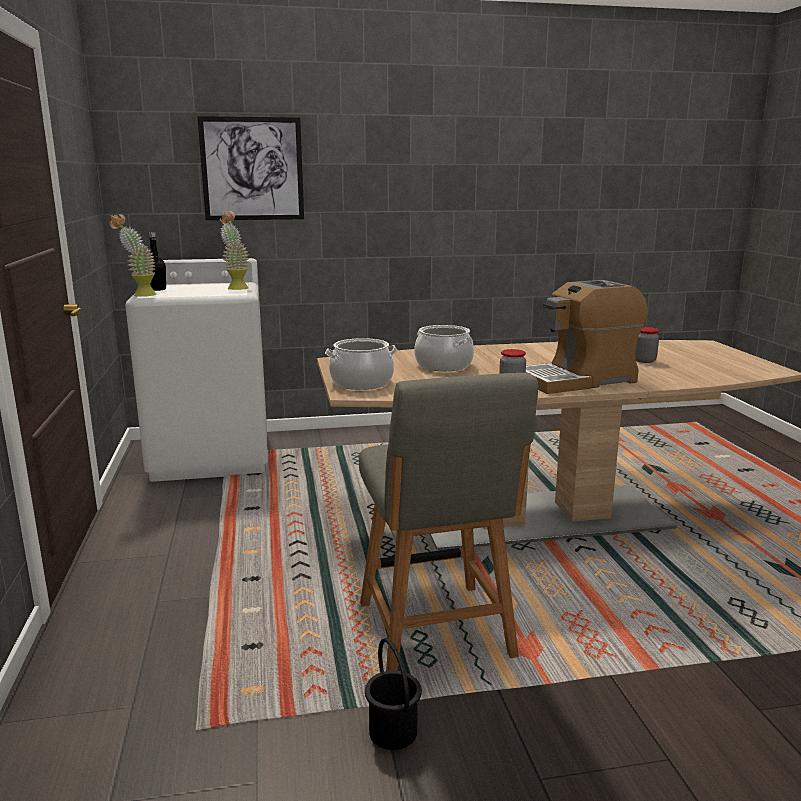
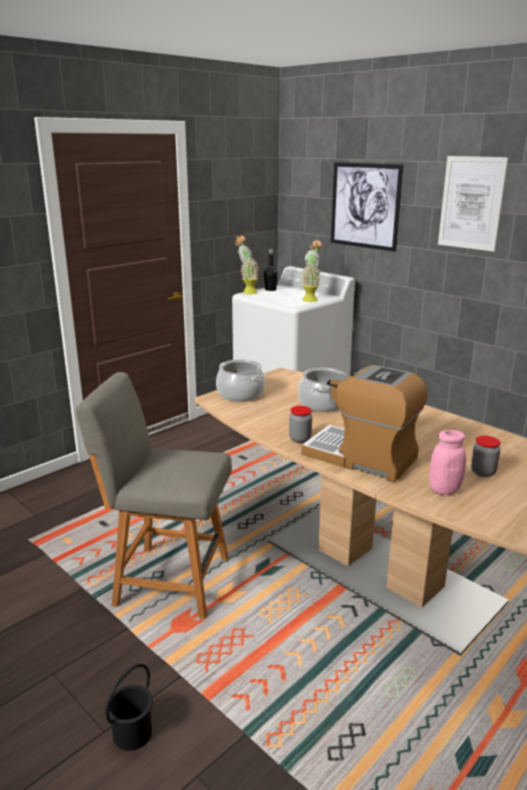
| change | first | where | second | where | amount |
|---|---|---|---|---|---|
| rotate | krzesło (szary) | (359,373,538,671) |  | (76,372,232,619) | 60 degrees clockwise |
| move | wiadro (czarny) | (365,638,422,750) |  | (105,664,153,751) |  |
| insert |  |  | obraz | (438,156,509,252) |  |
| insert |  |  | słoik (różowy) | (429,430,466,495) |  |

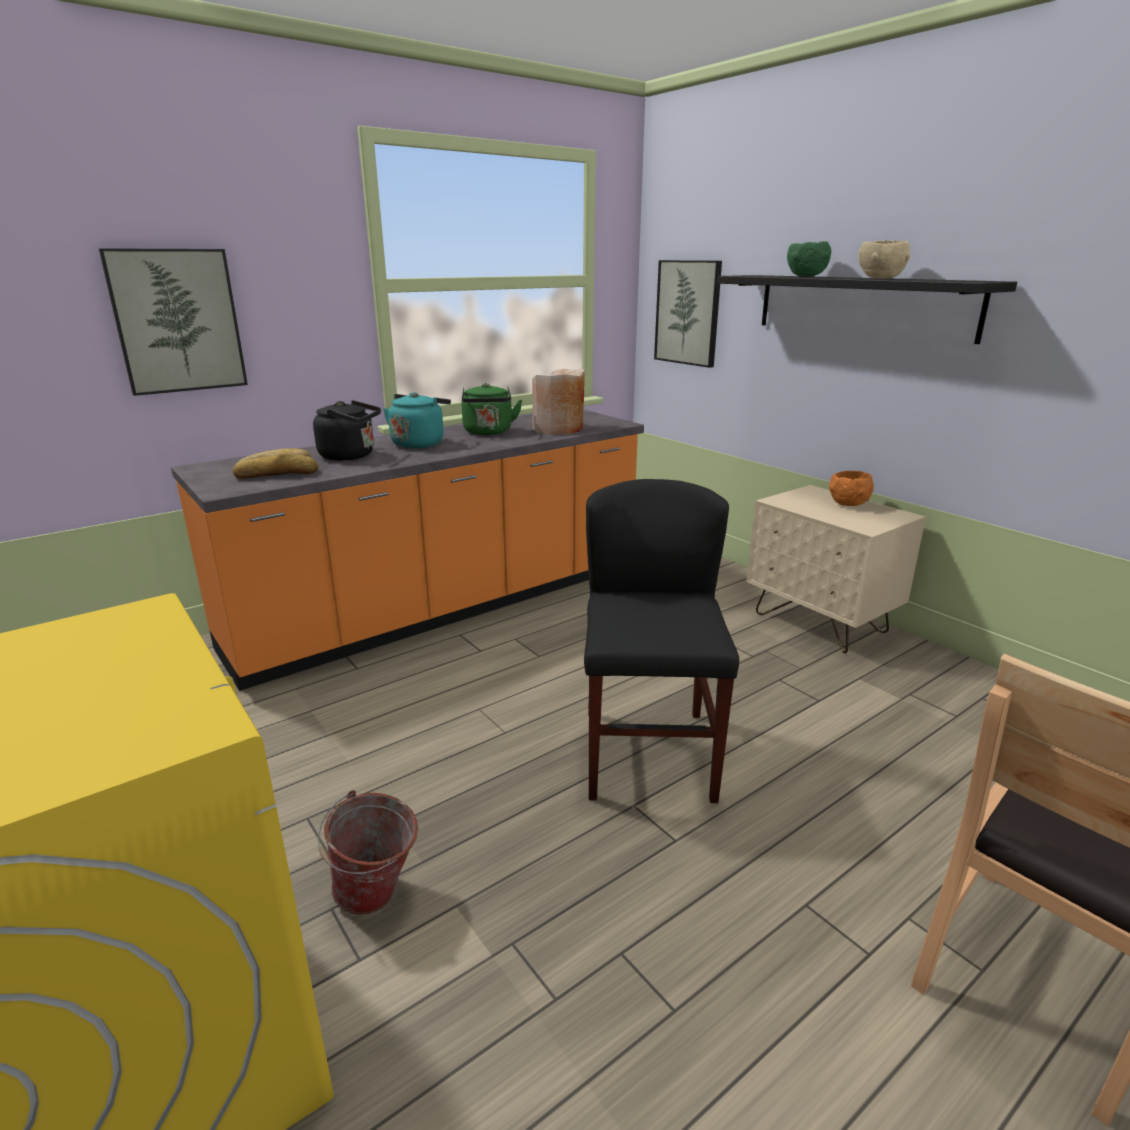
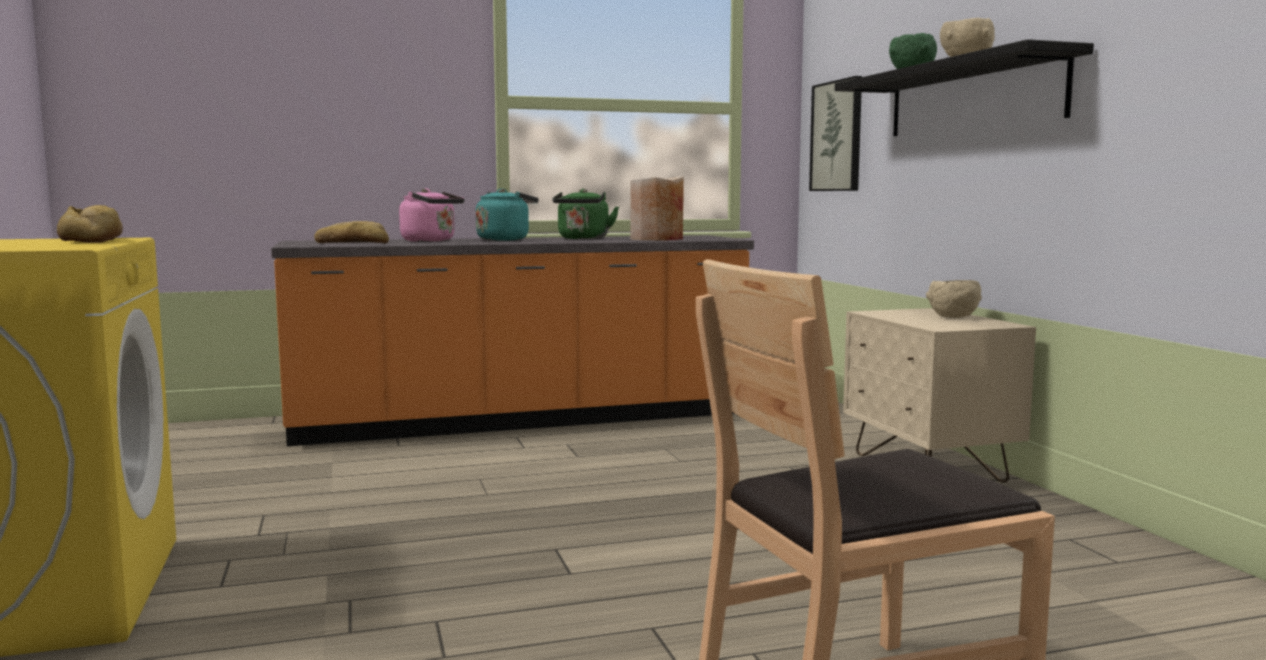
| change | first | where | second | where | amount |
|---|---|---|---|---|---|
| delete | obraz | (99,248,248,396) |  |  |  |
| recolor | czajnik (czarny) | (313,400,381,461) | czajnik (różowy) | (399,188,464,242) |  |
| recolor | miska (pomarańczowy) | (829,471,874,506) | miska (beżowy) | (926,280,982,318) |  |
| delete | krzesło (czarny) | (584,479,739,803) |  |  |  |
| delete | wiadro | (318,790,418,915) |  |  |  |
| insert |  |  | chleb | (57,205,123,243) |  |

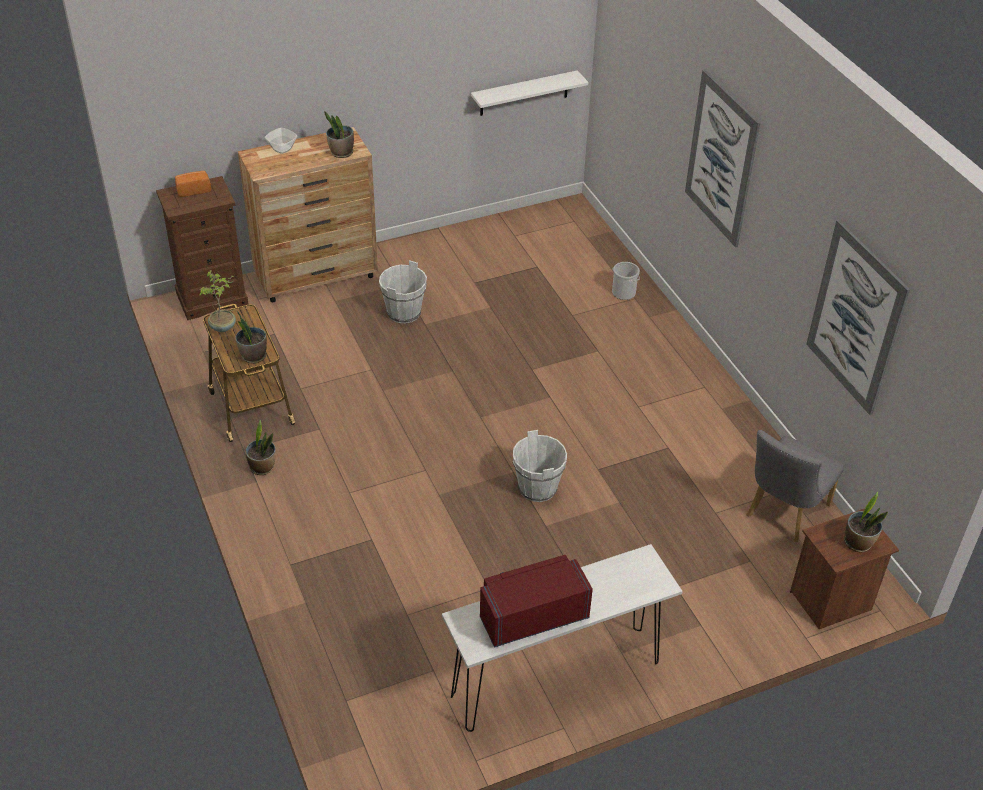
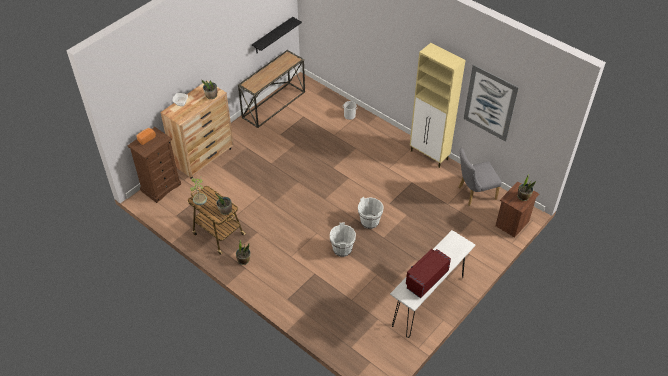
| change | first | where | second | where | amount |
|---|---|---|---|---|---|
| delete | obraz | (685,69,760,248) |  |  |  |
| recolor | półka (biały) | (471,70,588,116) | półka (czarny) | (252,17,302,53) |  |
| move | wiadro (biały) | (379,260,427,323) |  | (330,223,356,257) |  |
| rotate | krzesło (szary) | (746,430,844,542) |  | (458,148,502,206) | 60 degrees clockwise |
| insert |  |  | szafka (beżowy) | (410,43,466,168) |  |
| insert |  |  | stolik konsolowy | (238,50,305,128) |  |

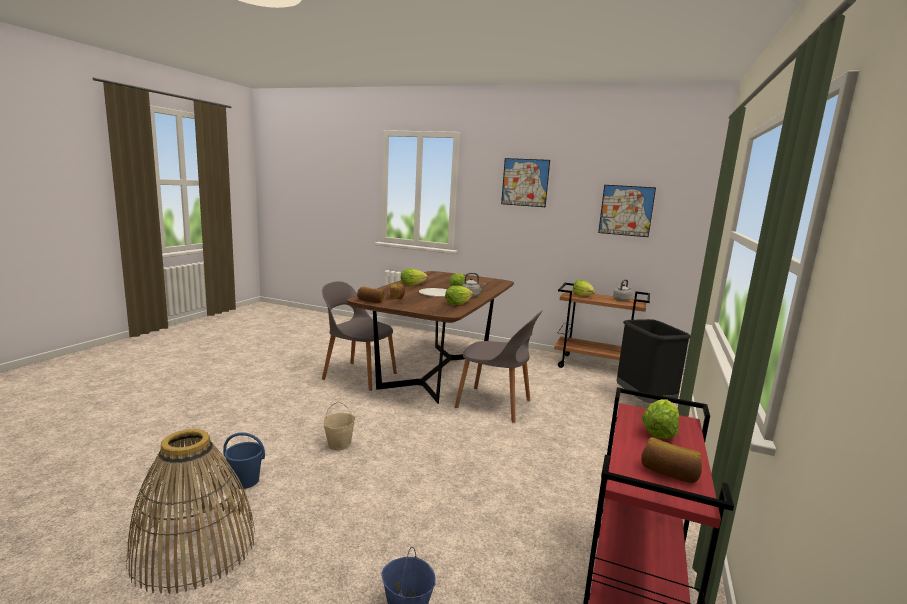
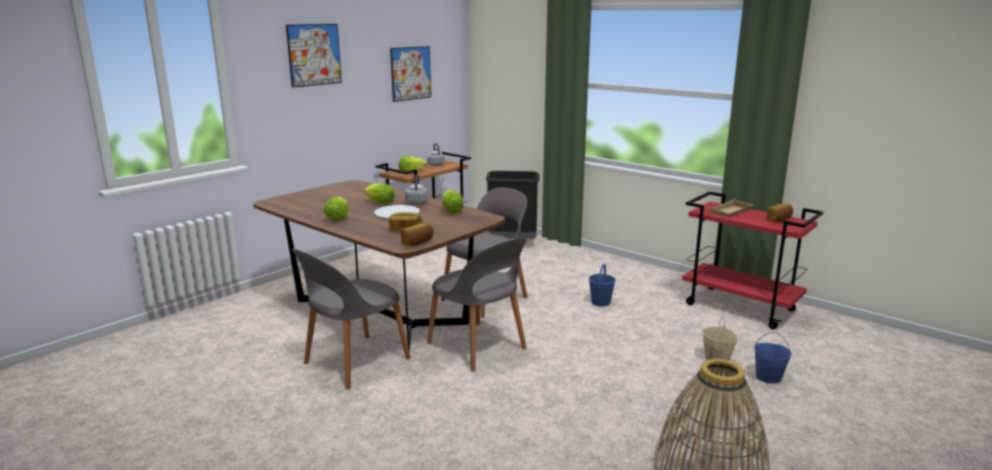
| change | first | where | second | where | amount |
|---|---|---|---|---|---|
| replace | sałata | (642,399,679,439) | taca (beżowy) | (711,199,753,217) |  |
| move | wiadro (beżowy) | (323,402,356,451) |  | (702,317,738,361) |  |
| move | wiadro (niebieski) | (223,432,265,489) |  | (589,264,616,307) |  |
| insert |  |  | krzesło (szary) | (427,238,527,372) |  |

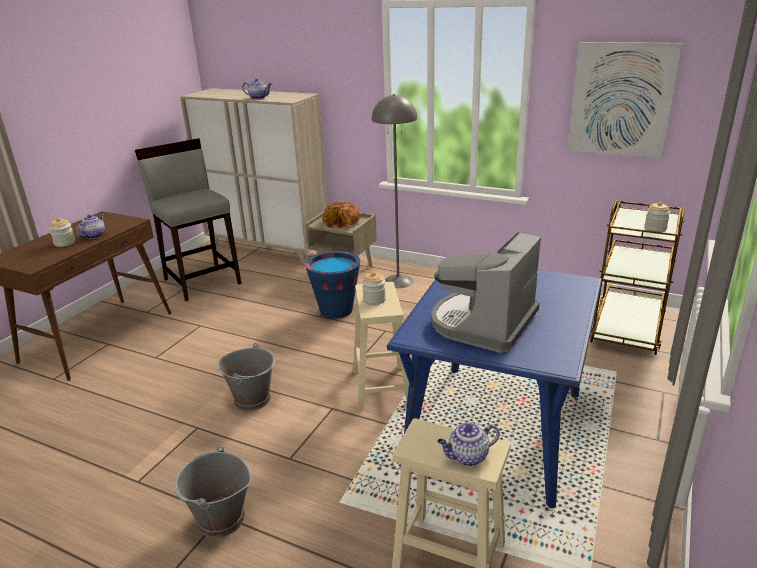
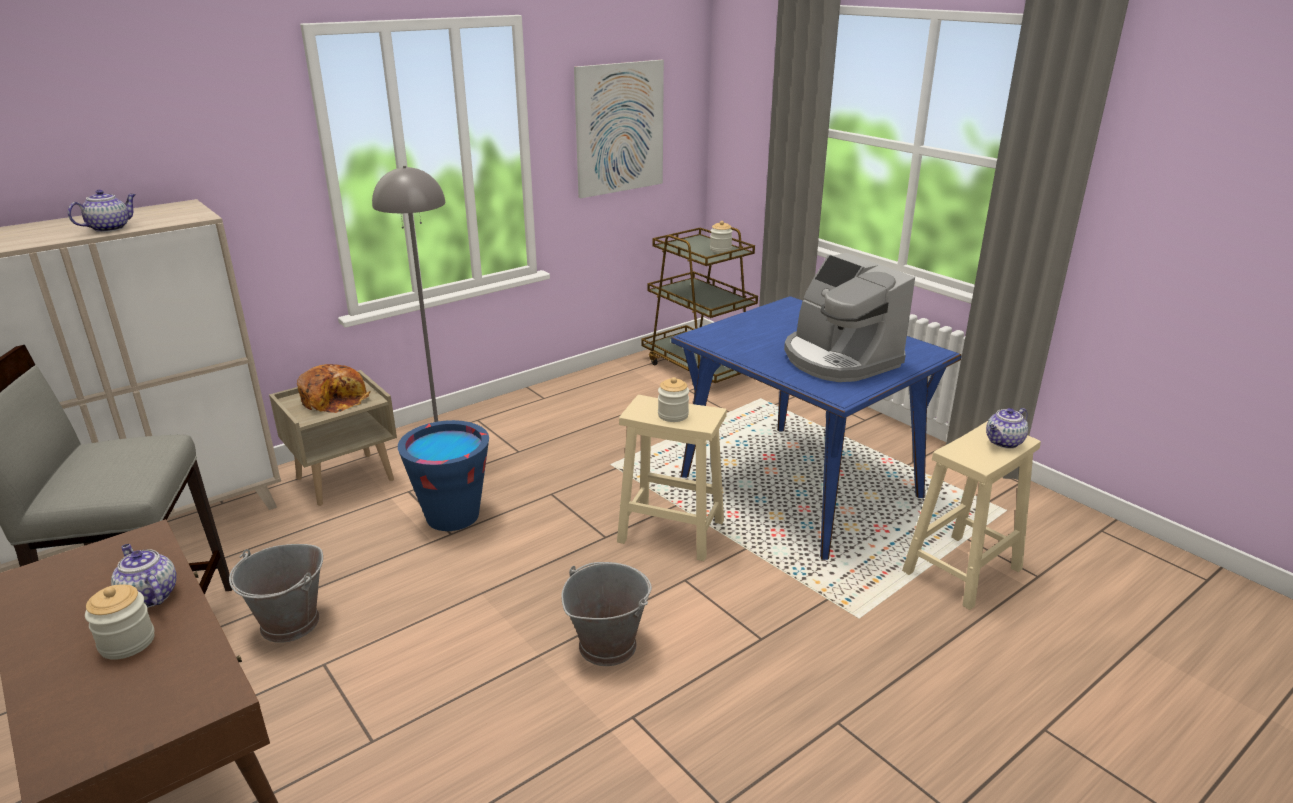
| change | first | where | second | where | amount |
|---|---|---|---|---|---|
| rotate | imbryk | (438,422,500,466) |  | (986,408,1028,449) | 45 degrees clockwise |
| move | wiadro (szary) | (174,446,251,538) |  | (229,544,323,643) |  |

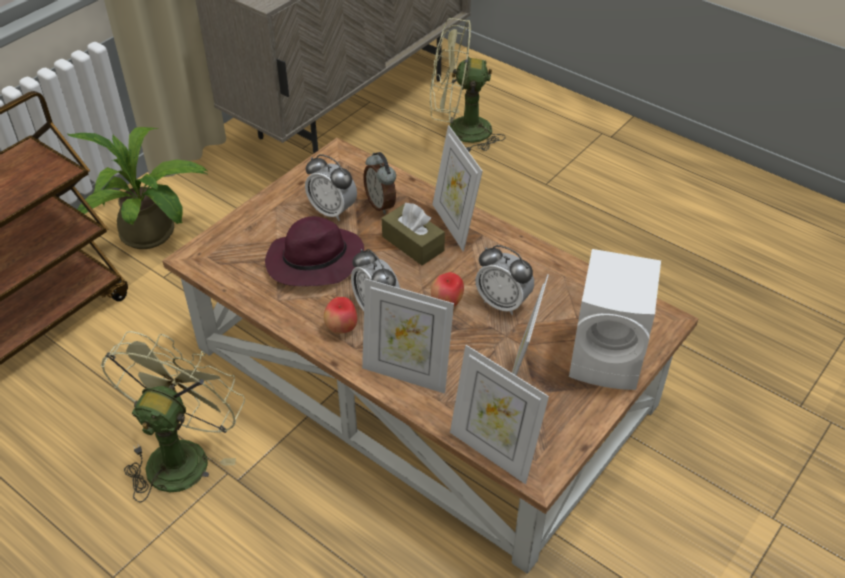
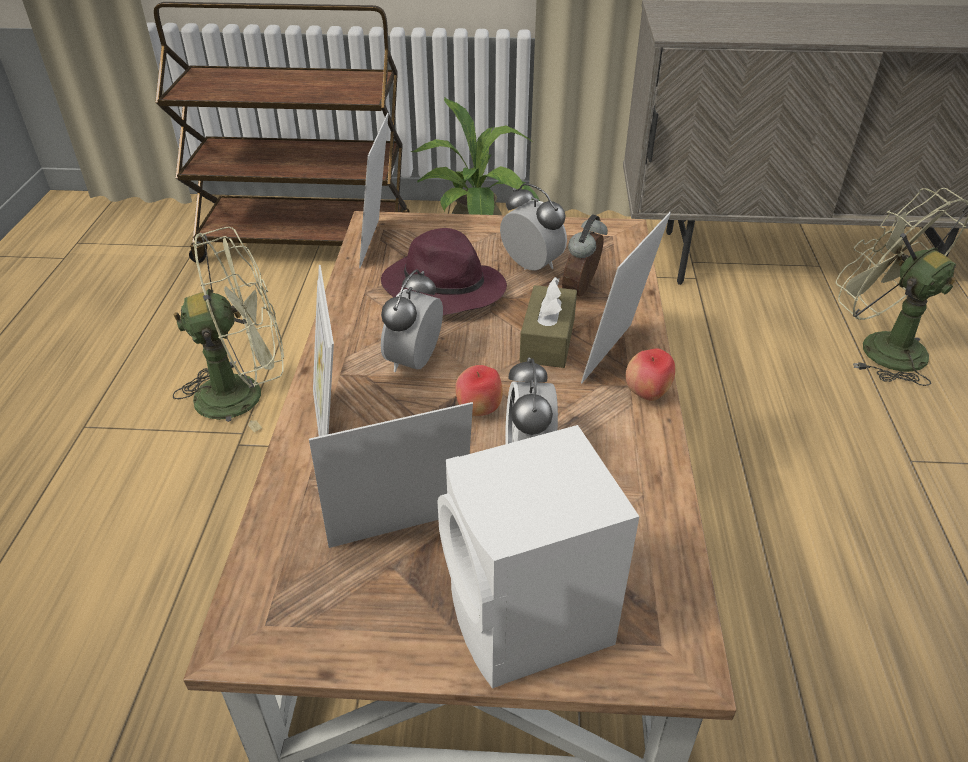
| change | first | where | second | where | amount |
|---|---|---|---|---|---|
| rotate | budzik | (305,154,357,221) |  | (500,183,567,271) | 135 degrees clockwise |
| move | jabłko | (324,297,357,334) |  | (626,349,675,401) |  |
| move | ramka na zdjęcie | (450,345,549,484) |  | (359,113,389,268) |  |

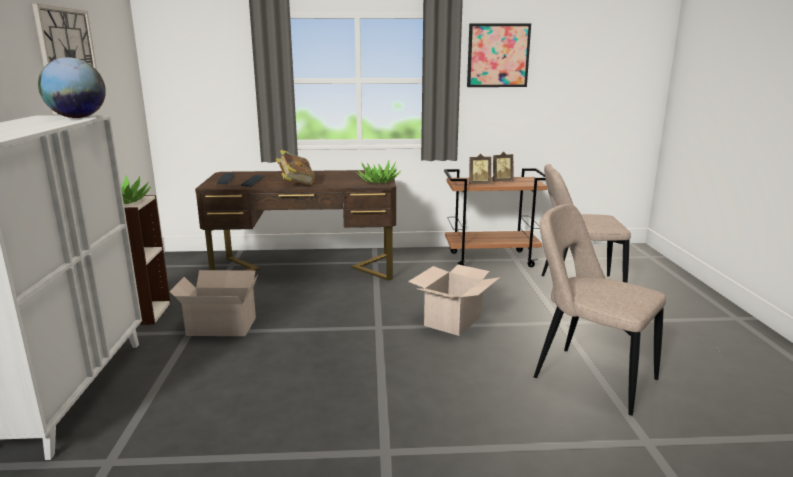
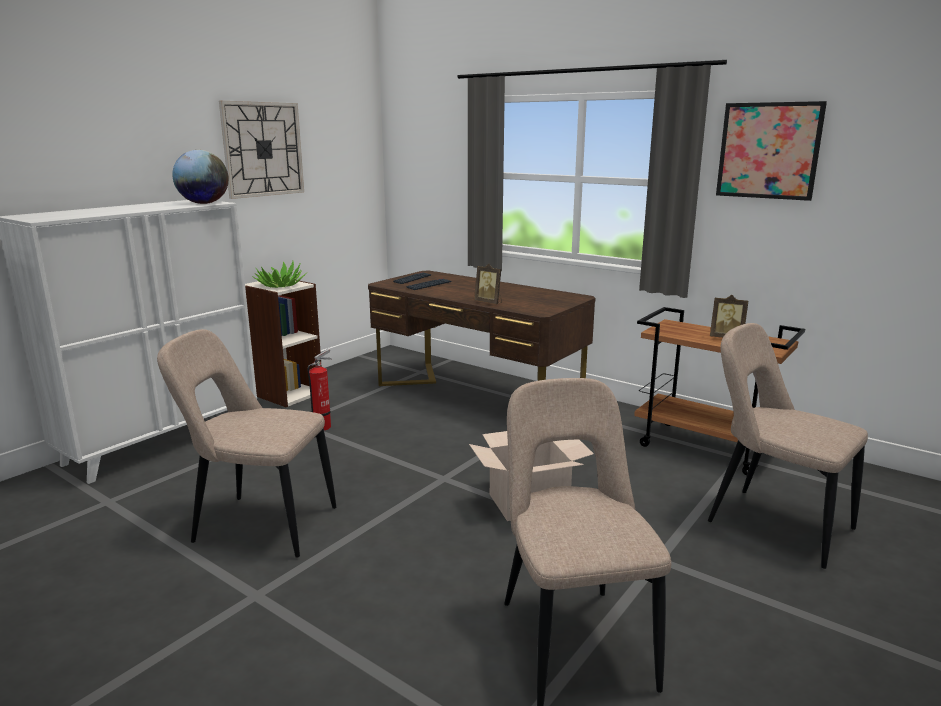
| change | first | where | second | where | amount |
|---|---|---|---|---|---|
| delete | książka | (276,150,315,185) |  |  |  |
| move | ramka na zdjęcie | (469,154,491,184) |  | (474,264,502,304) |  |
| delete | roślina doniczkowa | (356,161,400,183) |  |  |  |
| replace | karton | (169,270,258,336) | gaśnica | (308,349,332,430) |  |
| insert |  |  | krzesło (beżowy) | (157,329,336,558) |  |

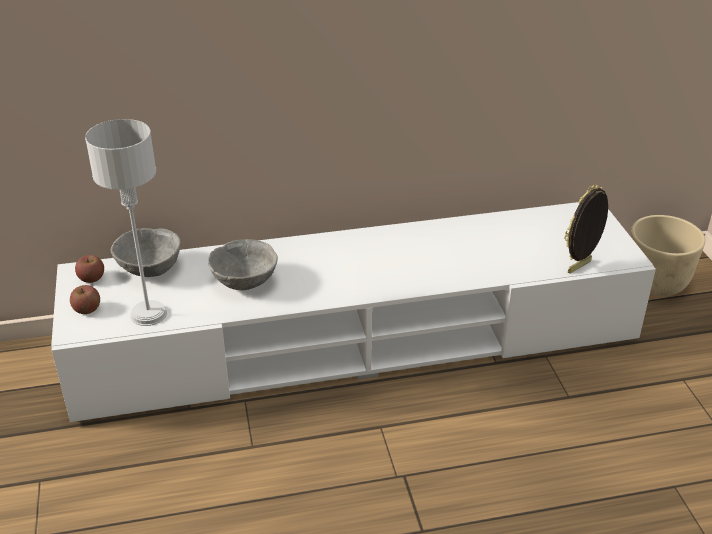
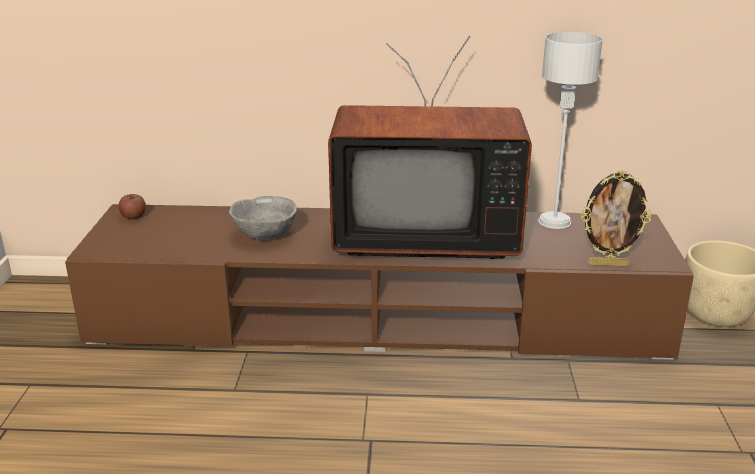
| change | first | where | second | where | amount |
|---|---|---|---|---|---|
| move | lampa stołowa (szary) | (85,119,167,326) |  | (538,32,603,229) |  |
| rotate | ramka na zdjęcie | (564,185,608,274) |  | (581,170,652,266) | 150 degrees counterclockwise |
| recolor | szafka pod telewizor (biały) | (51,202,656,422) | szafka pod telewizor (brązowy) | (65,204,694,360) |  |
| delete | miska (szary) | (111,228,181,277) |  |  |  |
| delete | jabłko | (70,285,100,314) |  |  |  |
| insert |  |  | telewizor | (328,36,532,259) |  |

